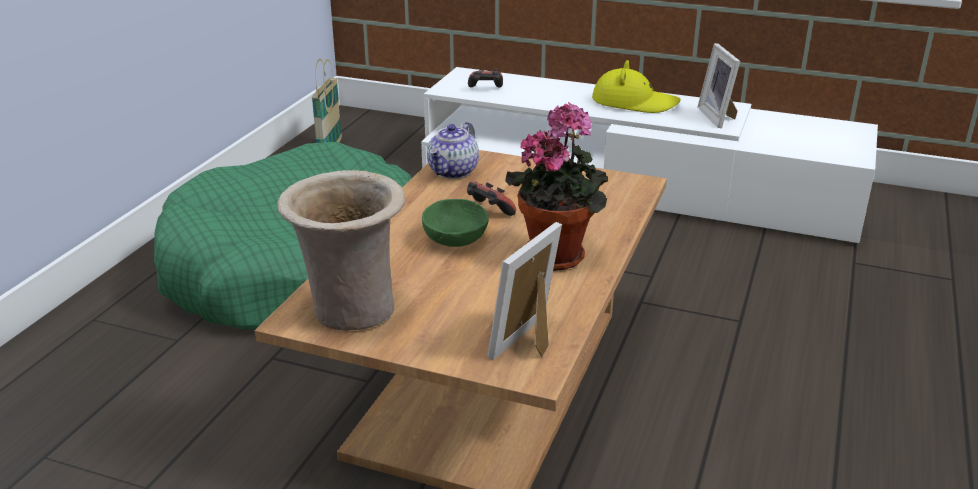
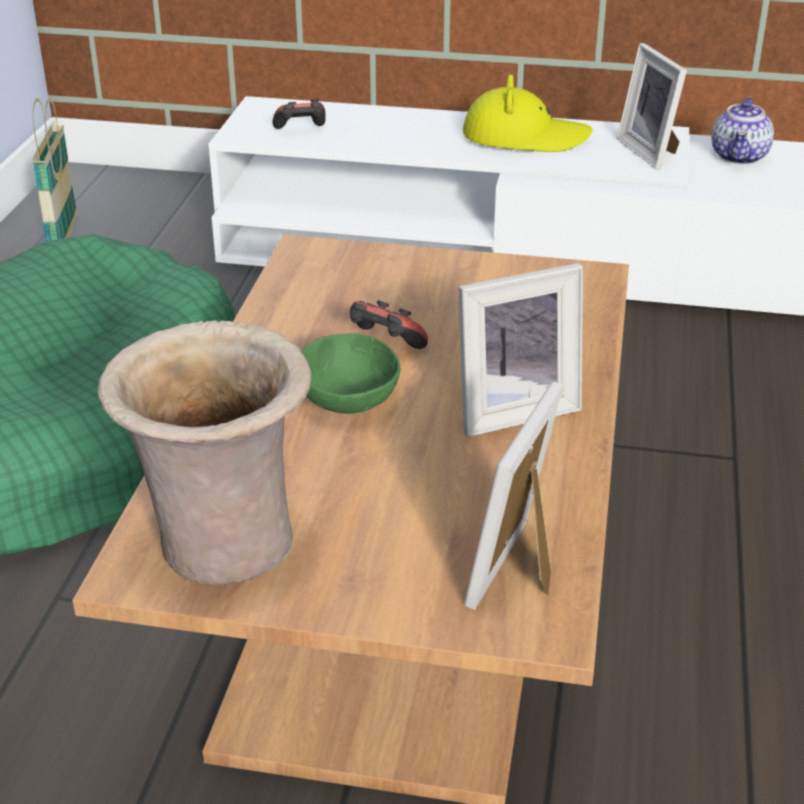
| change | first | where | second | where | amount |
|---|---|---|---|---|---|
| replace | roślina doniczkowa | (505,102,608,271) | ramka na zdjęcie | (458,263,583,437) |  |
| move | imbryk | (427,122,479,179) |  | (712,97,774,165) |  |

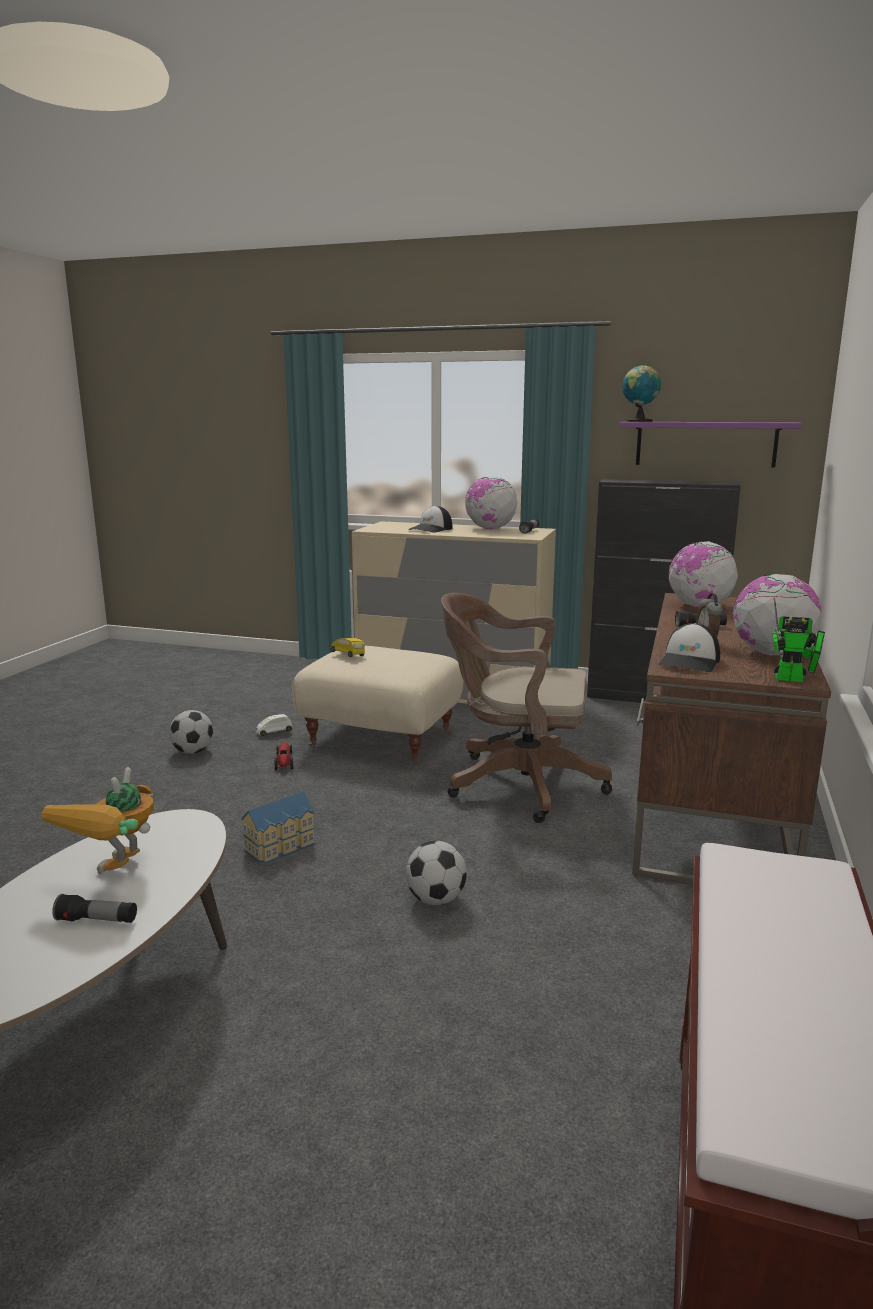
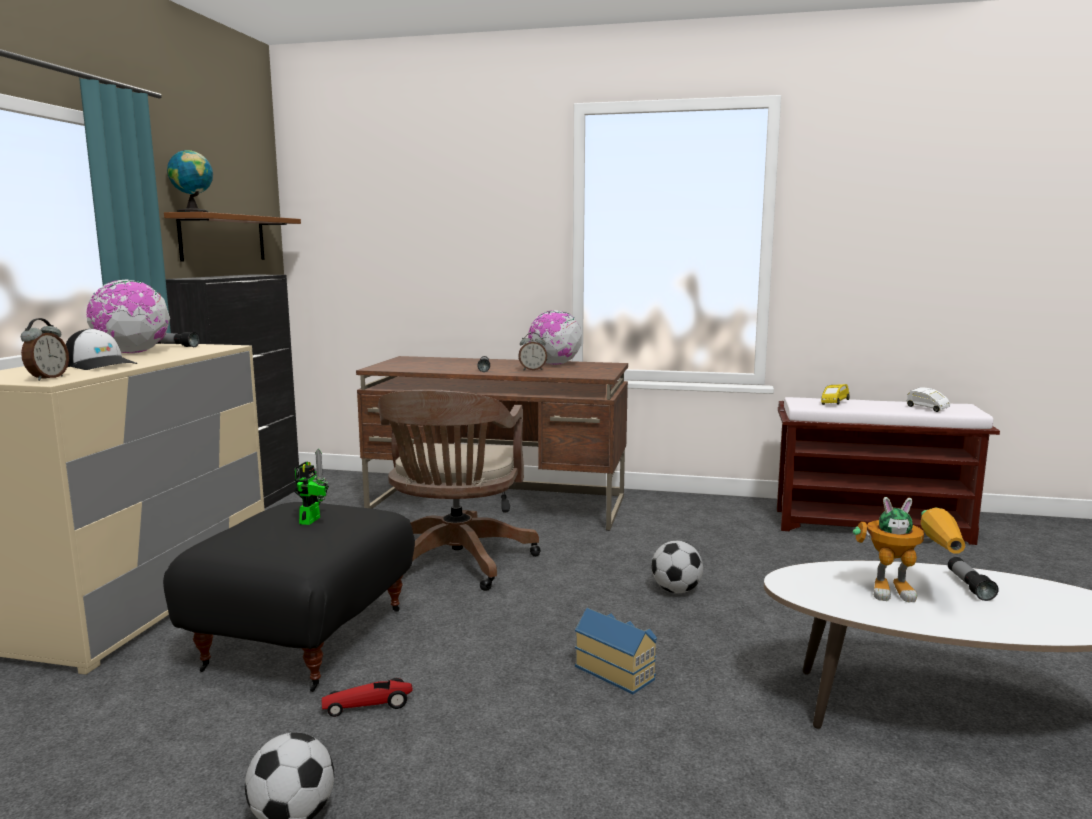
| change | first | where | second | where | amount |
|---|---|---|---|---|---|
| recolor | półka (fioletowy) | (619,422,802,467) | półka (brązowy) | (164,212,301,262) |  |
| delete | globus | (669,541,738,607) |  |  |  |
| move | robot zabawkowy | (772,597,825,682) |  | (294,448,329,525) |  |
| delete | czapka z daszkiem | (658,623,720,672) |  |  |  |
| move | samochodzik (żółty) | (331,637,365,657) |  | (821,384,850,405) |  |
| recolor | pufa (beżowy) | (292,645,464,765) | pufa (czarny) | (163,502,415,692) |  |
| move | samochodzik (biały) | (256,714,293,736) |  | (907,387,950,412) |  |
| insert |  |  | budzik | (21,318,69,381) |  |

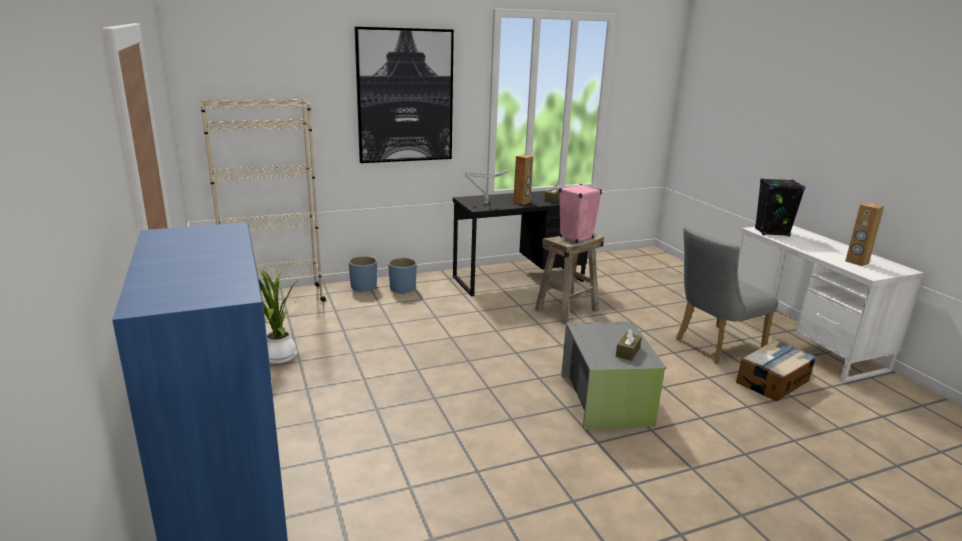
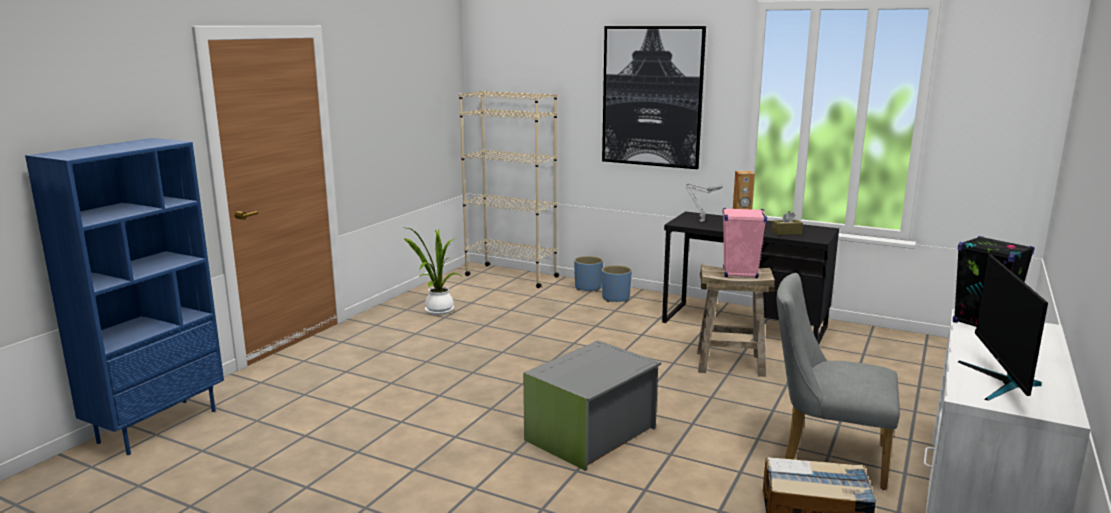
| change | first | where | second | where | amount |
|---|---|---|---|---|---|
| replace | głośnik (brązowy) | (845,202,884,266) | monitor | (958,254,1048,401) |  |
| delete | pudełko chusteczek (brązowy) | (616,328,642,361) |  |  |  |

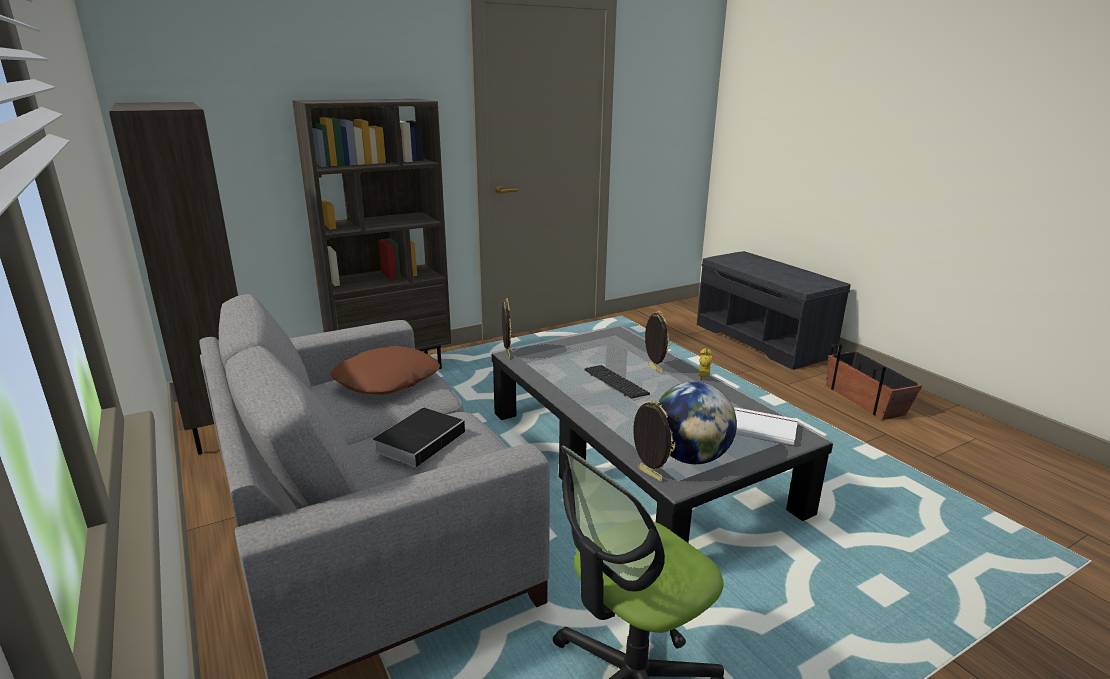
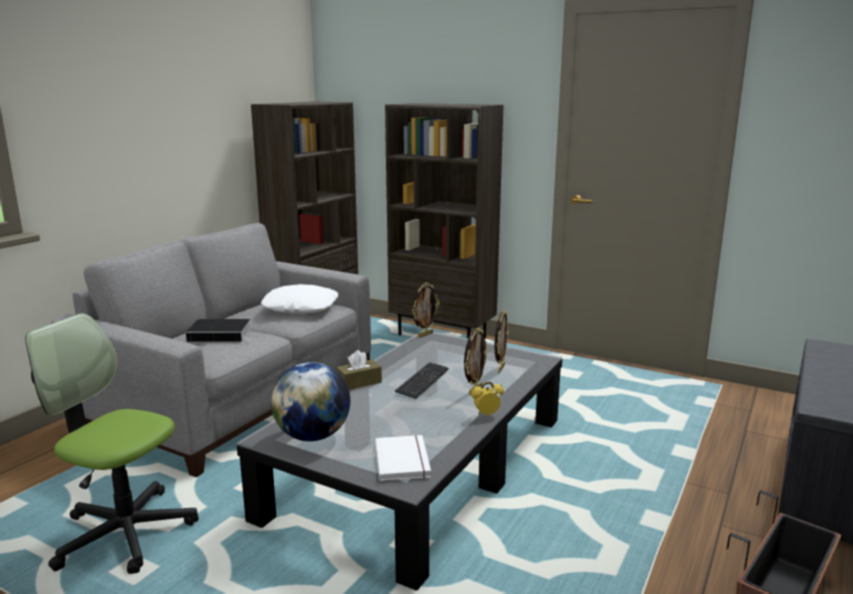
| change | first | where | second | where | amount |
|---|---|---|---|---|---|
| recolor | poduszka (brązowy) | (330,346,441,395) | poduszka (biały) | (261,284,338,314) |  |
| move | ramka na zdjęcie | (633,399,676,482) |  | (495,310,509,373) |  |
| insert |  |  | pudełko chusteczek (brązowy) | (336,350,382,390) |  |

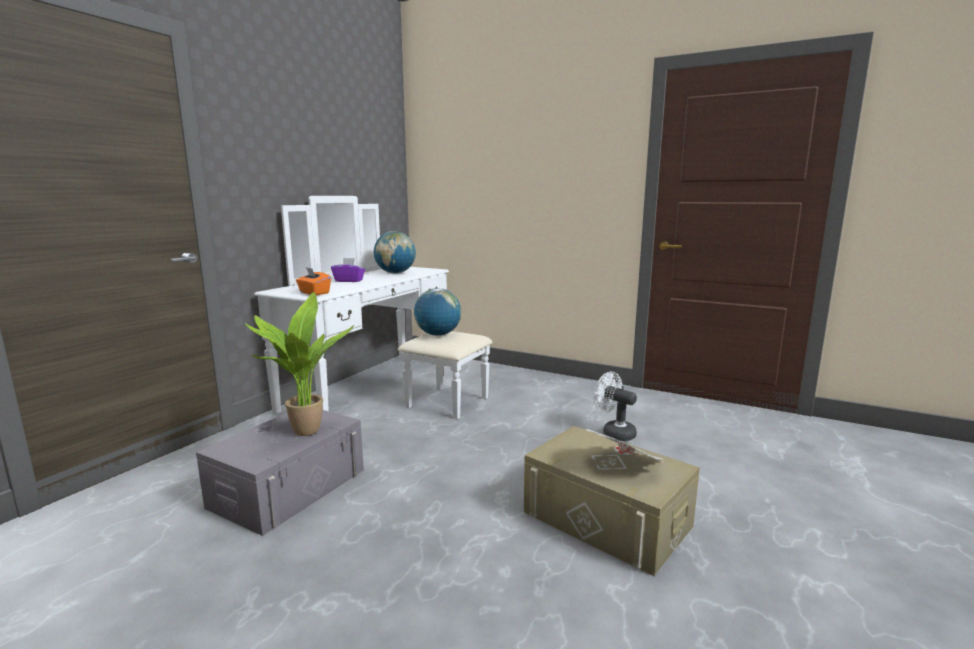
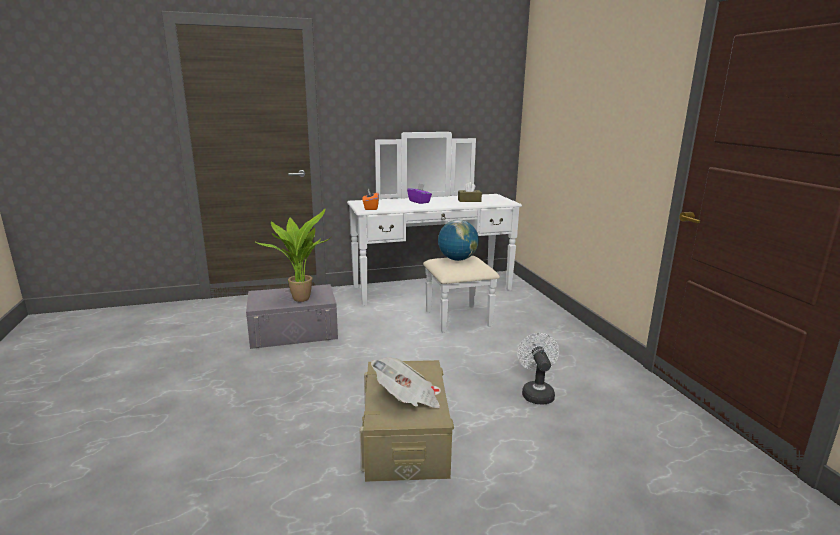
| change | first | where | second | where | amount |
|---|---|---|---|---|---|
| replace | globus | (374,231,416,274) | pudełko chusteczek (brązowy) | (458,182,482,202) |  |

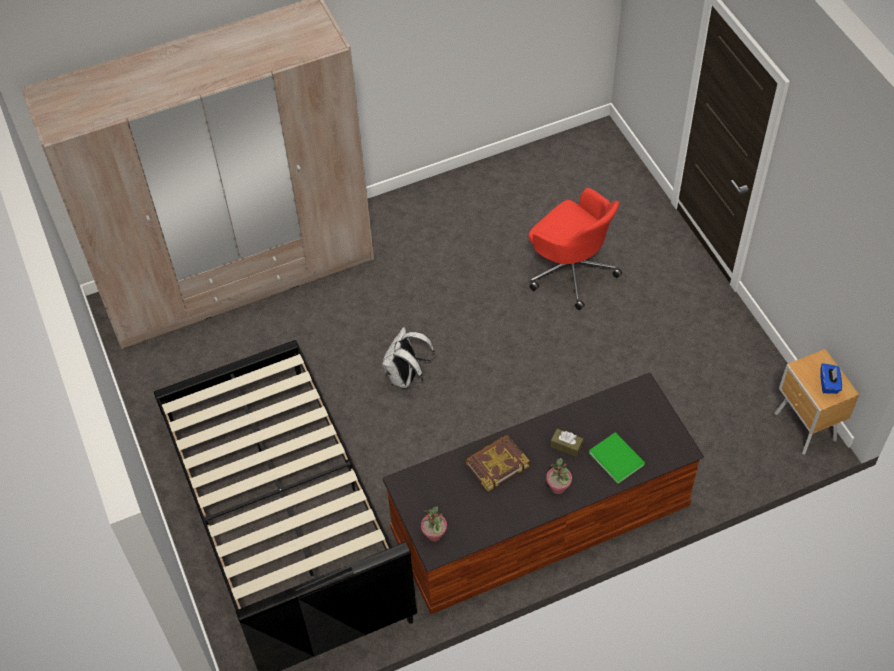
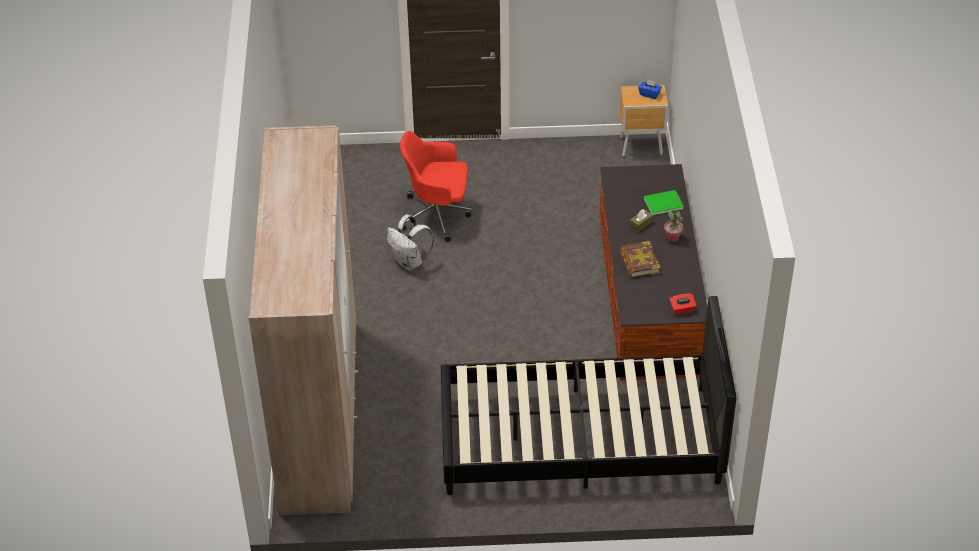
| change | first | where | second | where | amount |
|---|---|---|---|---|---|
| rotate | krzesło biurowe (czerwony) | (528,188,622,310) |  | (400,131,472,242) | 150 degrees counterclockwise |
| move | plecak (biały) | (382,327,435,388) |  | (387,215,434,270) |  |
| replace | roślina doniczkowa | (421,507,447,542) | pudełko chusteczek (czerwony) | (670,294,696,315) |  |

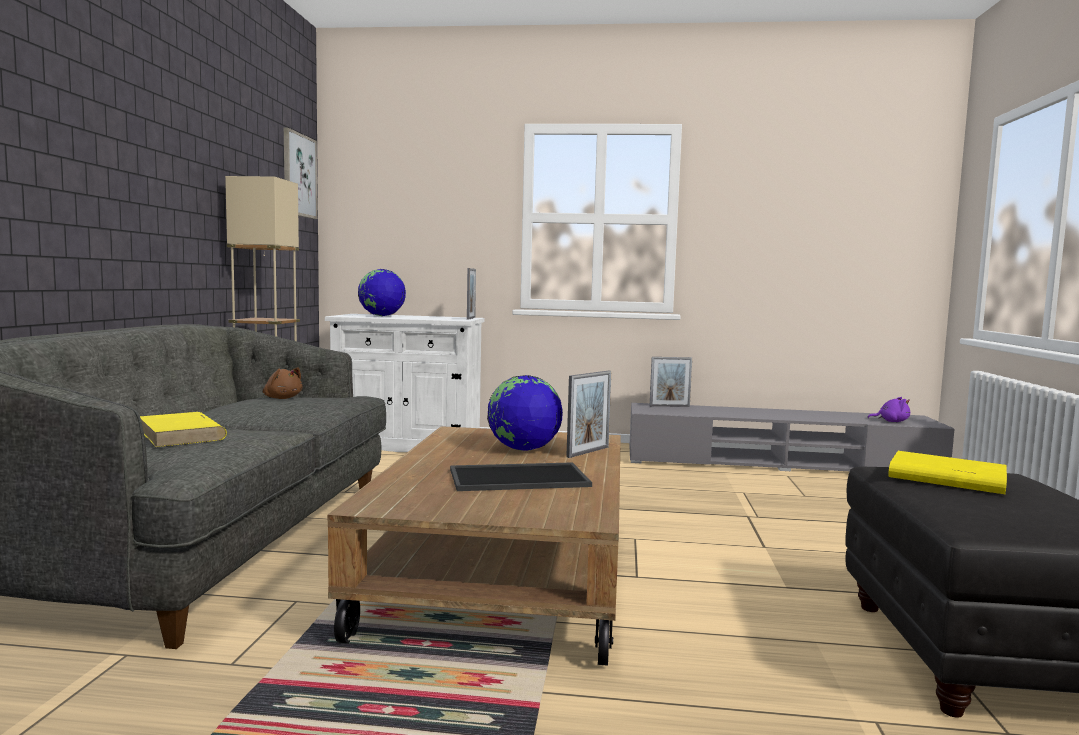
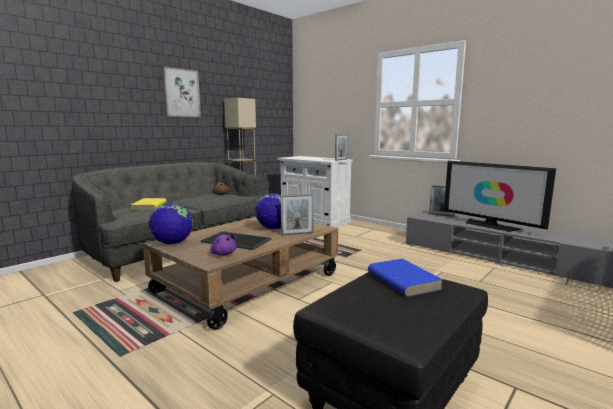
| change | first | where | second | where | amount |
|---|---|---|---|---|---|
| move | obraz | (284,128,318,219) |  | (162,67,201,117) |  |
| move | globus | (358,269,406,316) |  | (149,203,193,244) |  |
| move | pluszak (fioletowy) | (868,397,910,422) |  | (210,233,237,256) |  |
| recolor | książka (żółty) | (888,451,1007,494) | książka (niebieski) | (368,259,443,297) |  |
| insert |  |  | telewizor | (444,161,556,232) |  |

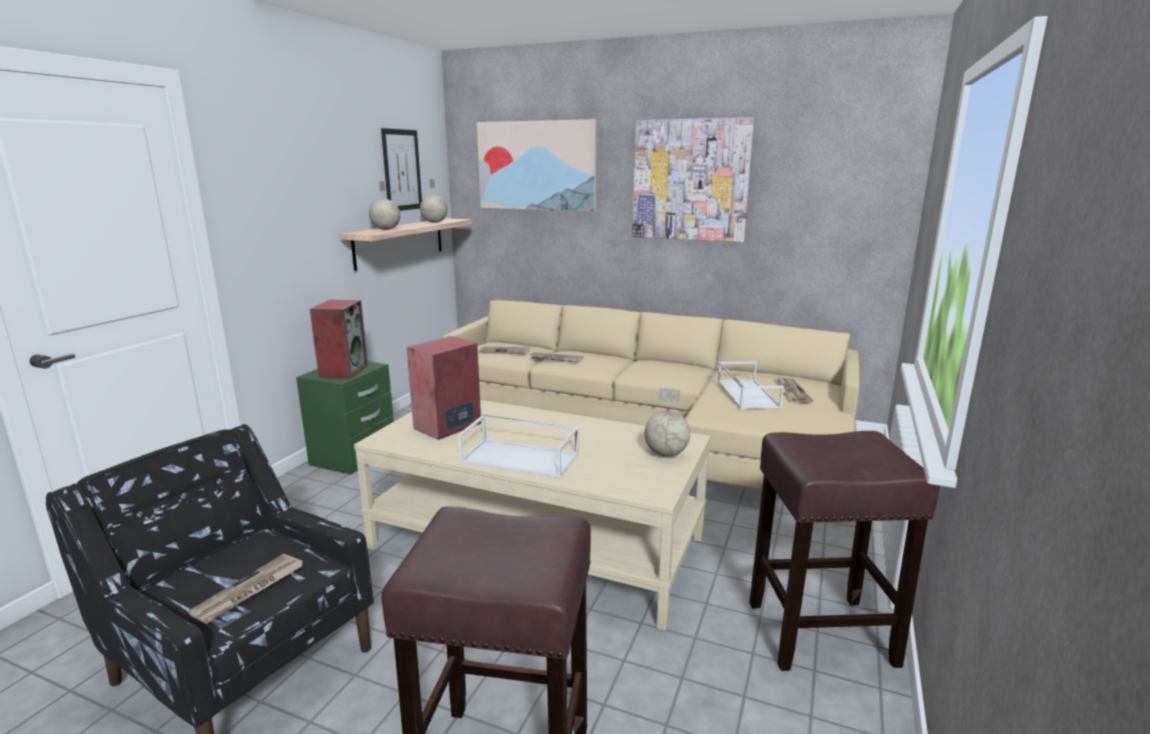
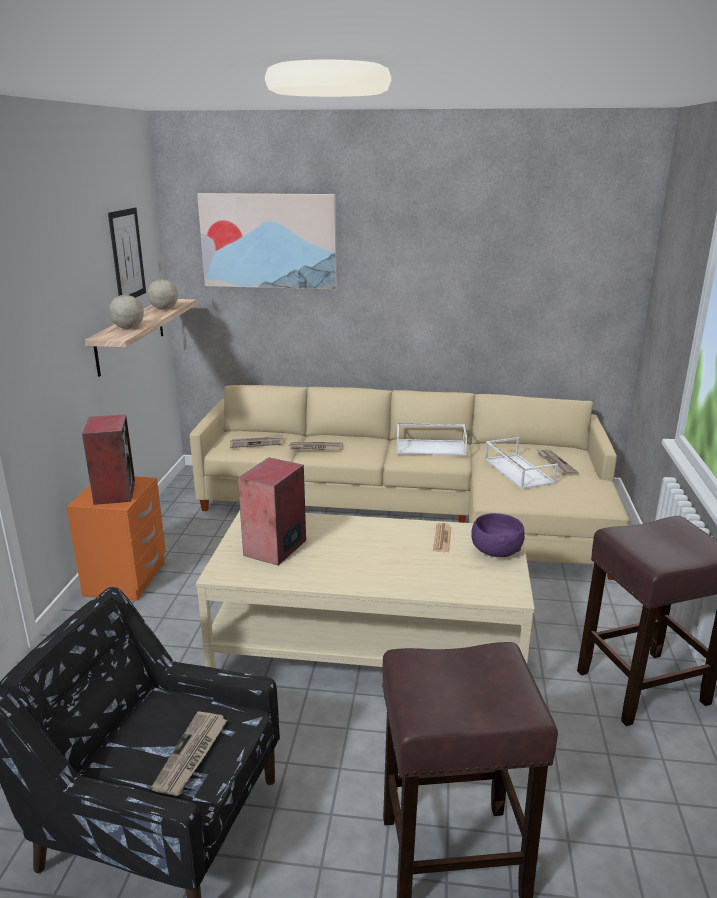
| change | first | where | second | where | amount |
|---|---|---|---|---|---|
| delete | obraz | (632,117,755,242) |  |  |  |
| recolor | szafka nocna (zielony) | (296,361,394,475) | szafka nocna (pomarańczowy) | (66,477,166,601) |  |
| replace | globus | (645,388,690,457) | miska (fioletowy) | (471,513,525,557) |  |
| move | taca (biały) | (458,415,579,479) |  | (396,423,467,456) |  |
| insert |  |  | gazeta | (433,523,451,552) |  |

